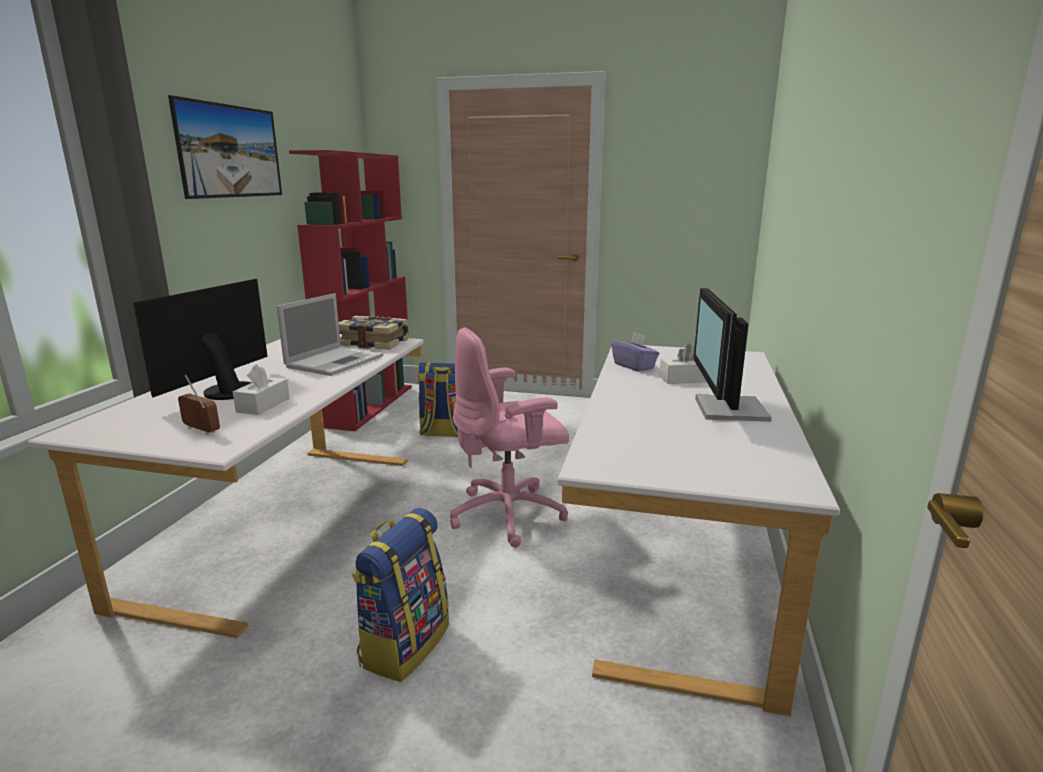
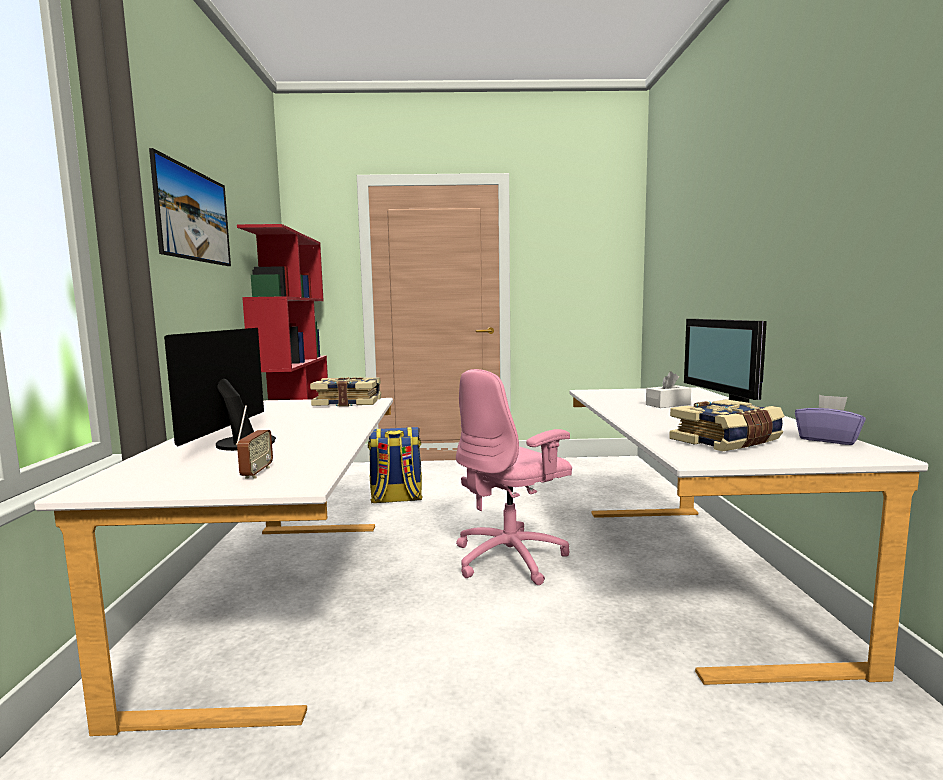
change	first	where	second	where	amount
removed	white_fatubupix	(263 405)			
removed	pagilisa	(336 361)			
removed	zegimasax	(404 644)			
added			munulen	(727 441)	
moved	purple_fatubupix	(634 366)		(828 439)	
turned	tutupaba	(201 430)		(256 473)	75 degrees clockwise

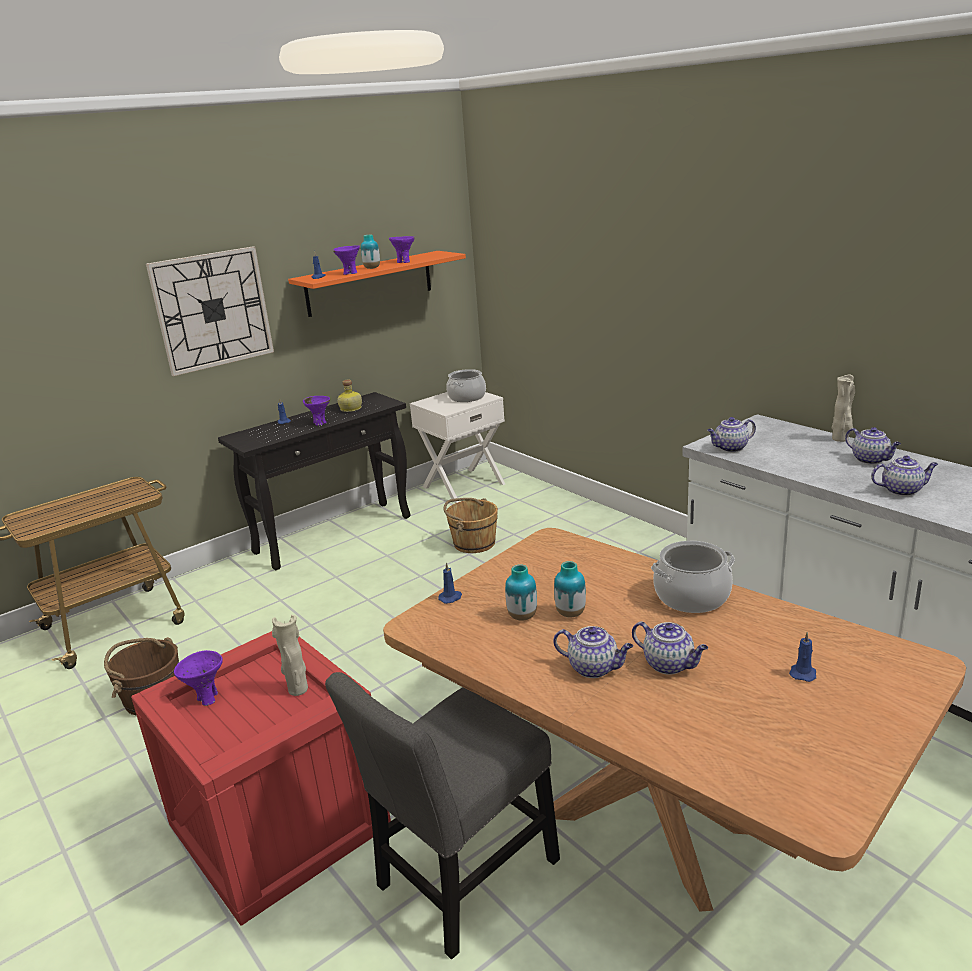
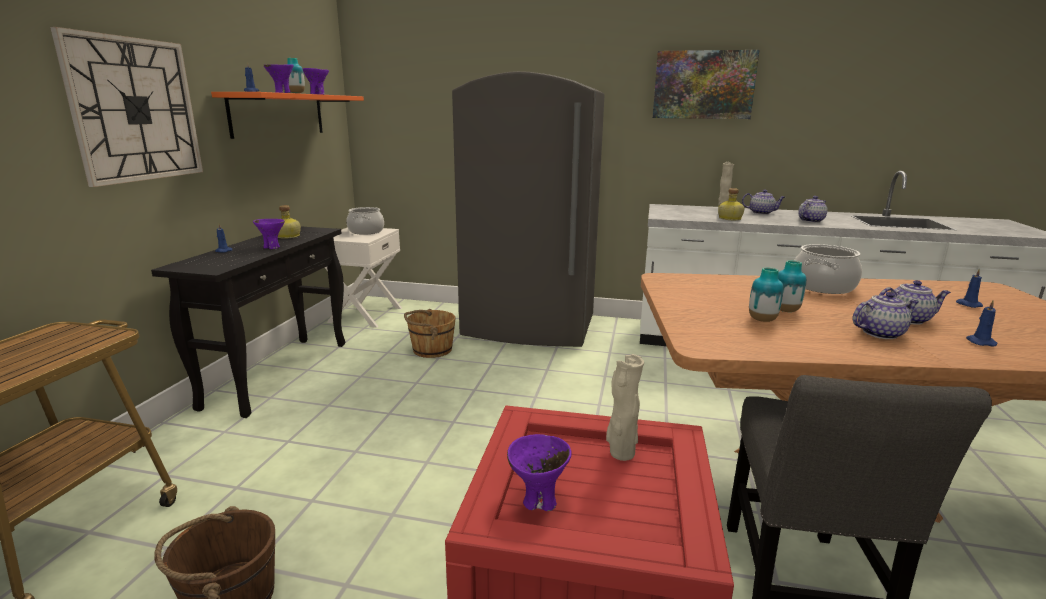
change	first	where	second	where	amount
removed	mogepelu	(730 448)			
added			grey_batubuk	(529 327)	
added			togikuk	(703 85)	
added			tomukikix	(730 219)	
moved	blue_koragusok	(451 598)		(979 342)	

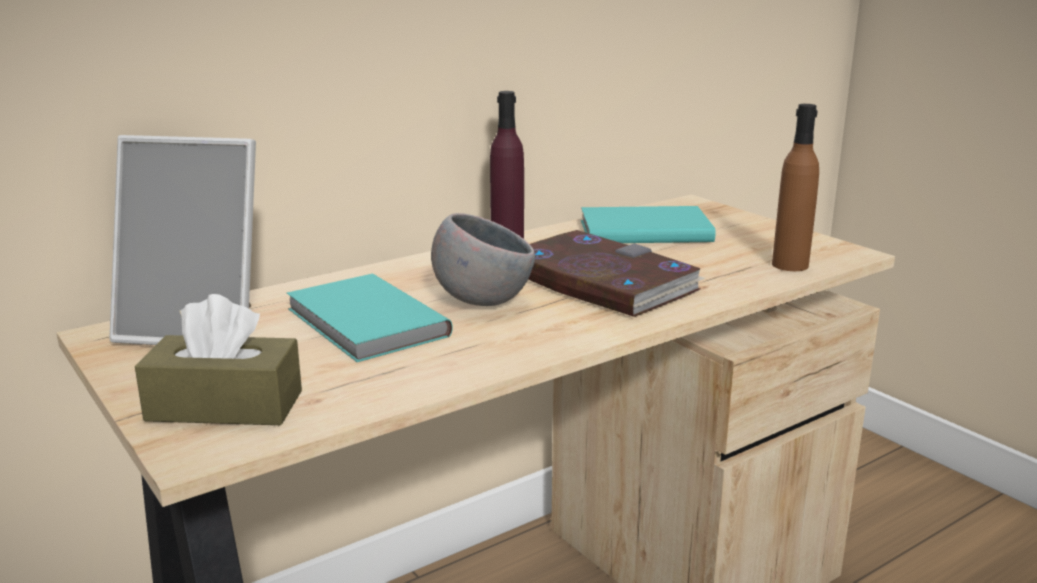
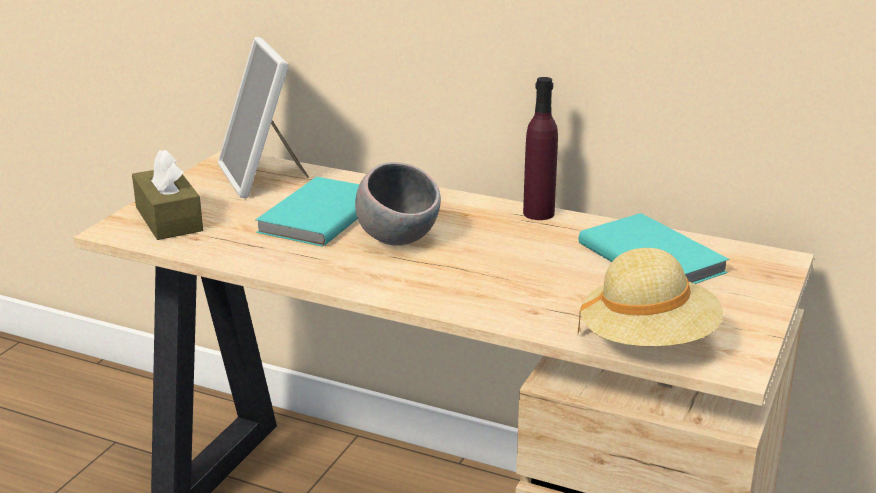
change	first	where	second	where	amount
removed	munulen	(599 281)			
replaced	brown_tomukikix	(790 265)	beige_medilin	(648 341)	

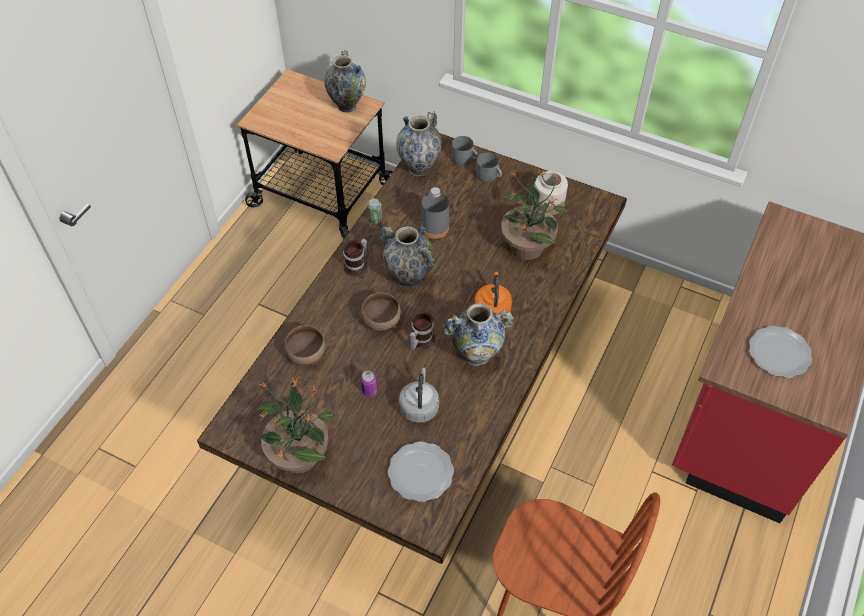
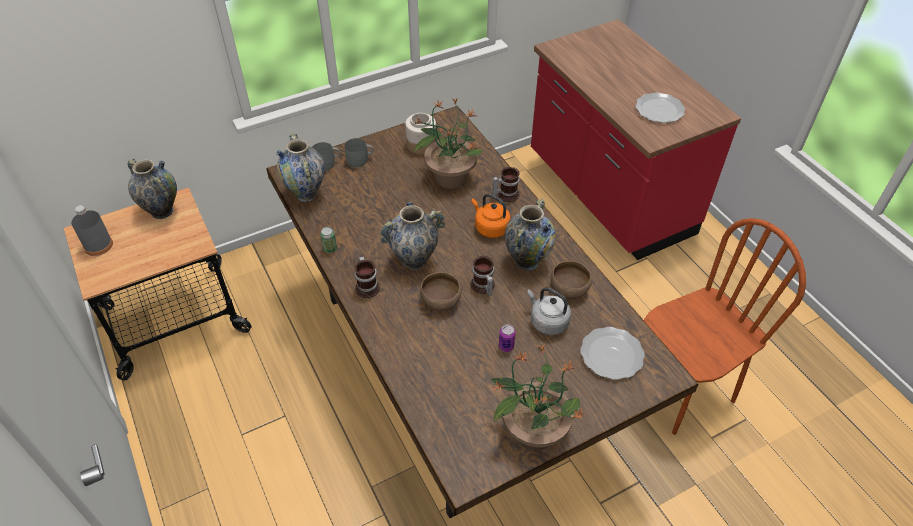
change	first	where	second	where	amount
added			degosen	(505 194)	
moved	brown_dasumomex	(307 354)		(569 289)	
moved	grey_tomukikix	(435 228)		(98 245)	

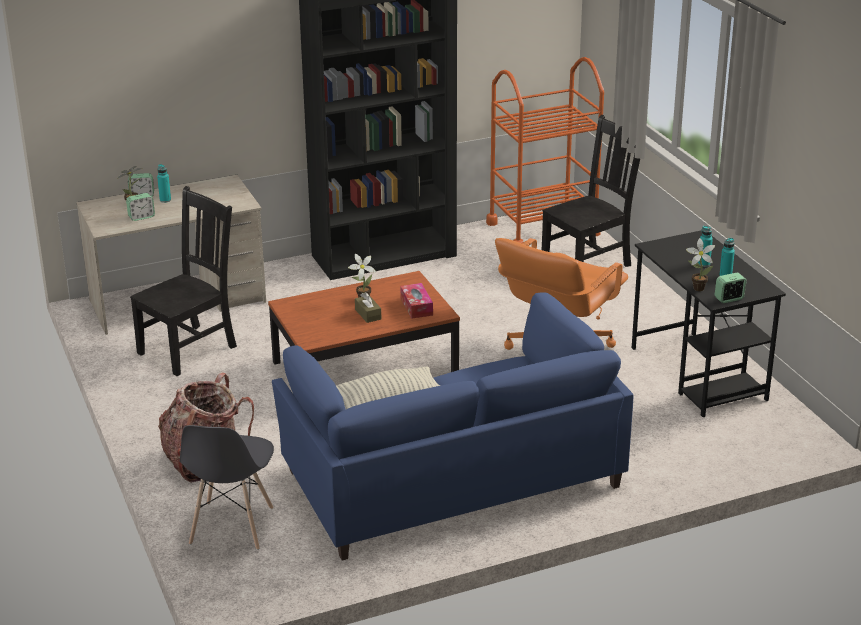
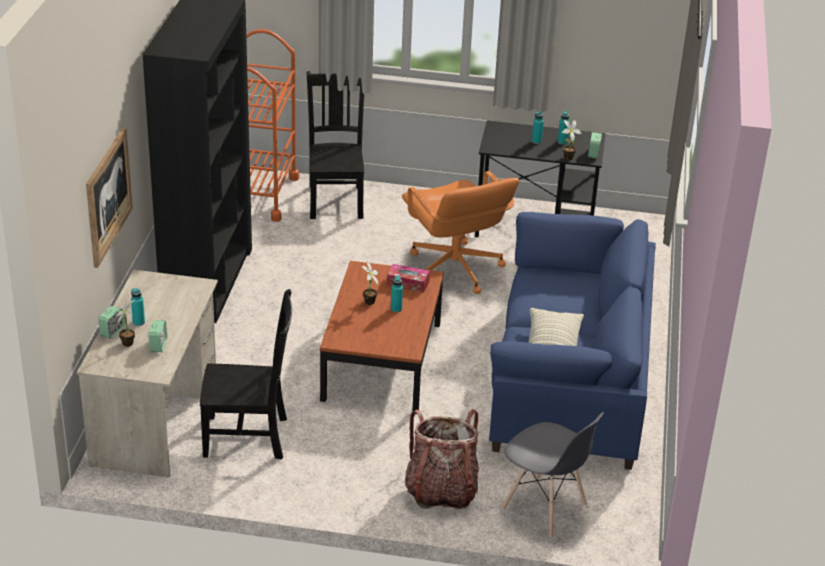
change	first	where	second	where	amount
added			togikuk	(108 196)	
replaced	brown_fatubupix	(368 314)	turquoise_tomukikix	(396 309)	
turned	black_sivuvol	(190 348)		(249 437)	105 degrees clockwise

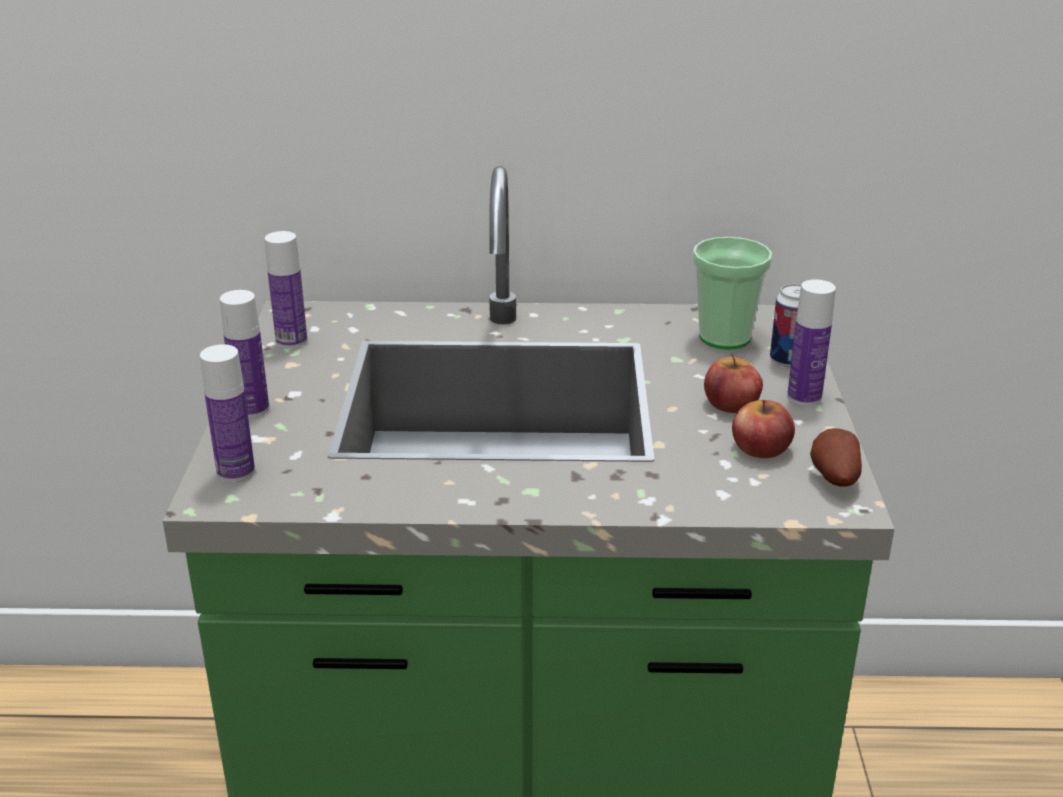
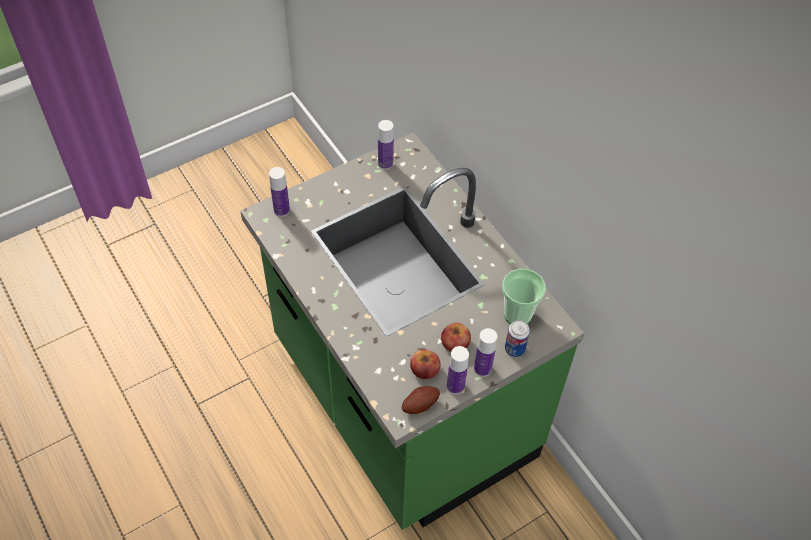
change	first	where	second	where	amount
moved	tomukikix	(251 409)		(455 386)	

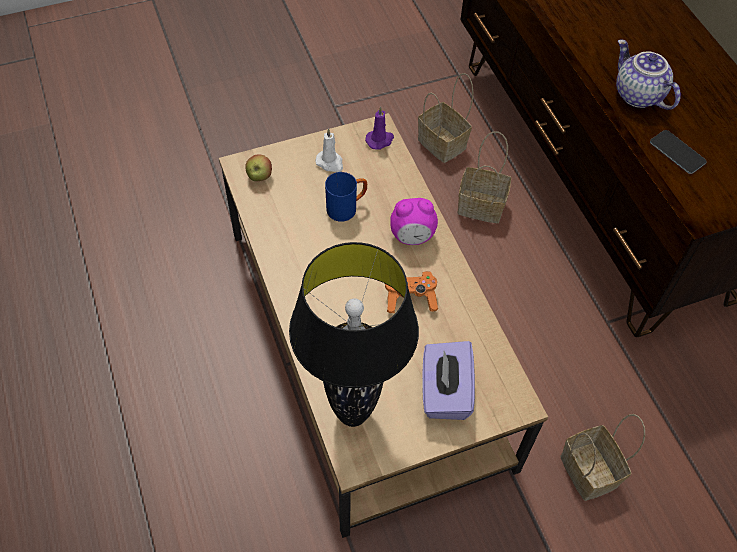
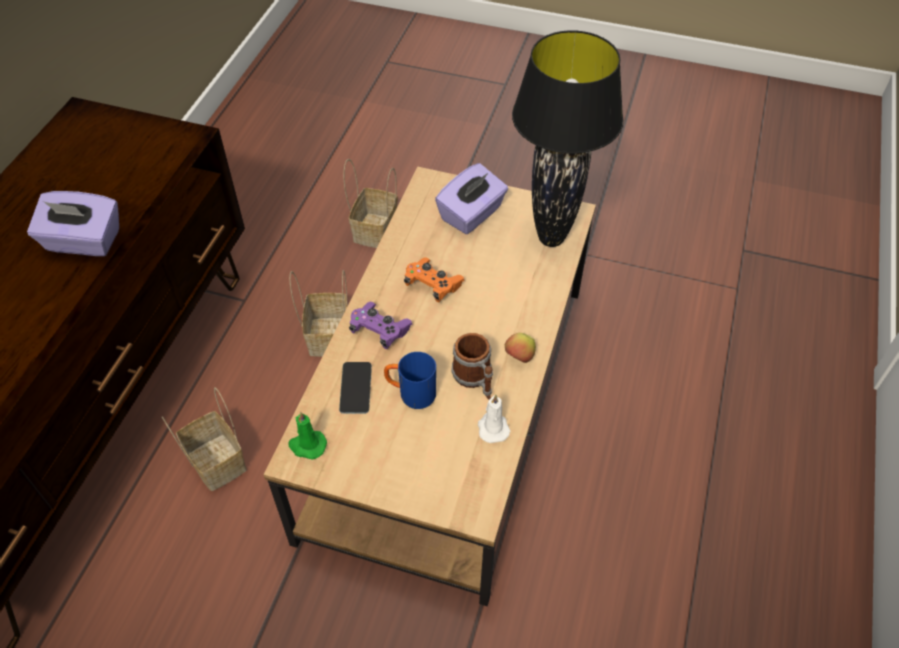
change	first	where	second	where	amount
added			degosen	(475 379)	
moved	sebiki	(259 177)		(519 357)	
moved	white_koragusok	(330 162)		(492 427)	
moved	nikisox	(443 144)		(327 335)	
moved	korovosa	(677 152)		(355 388)	
replaced	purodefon	(412 236)	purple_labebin	(380 331)	
replaced	mogepelu	(637 95)	purple_fatubupix	(83 242)	
recoloured	purple_koragusok	(380 140)	green_koragusok	(307 445)	

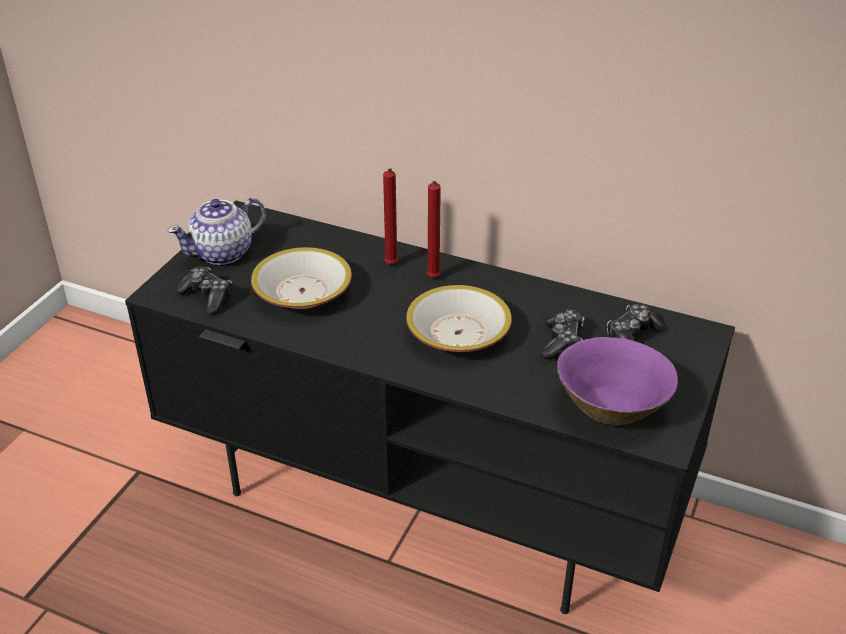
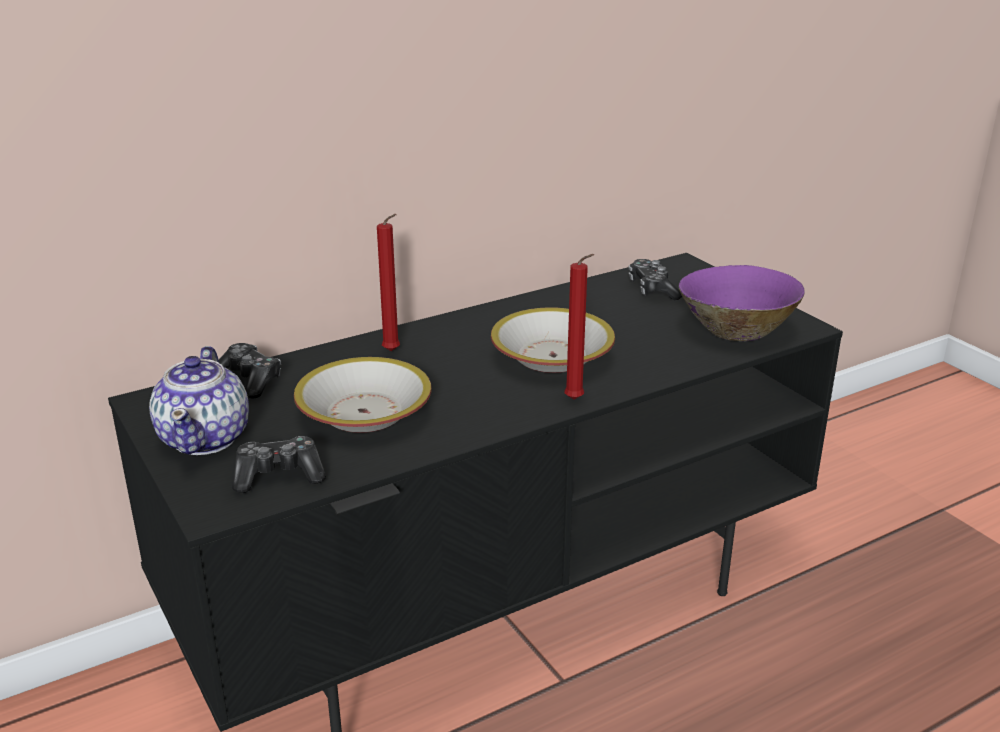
change	first	where	second	where	amount
moved	red_koragusok	(433 279)		(576 400)	
moved	labebin	(562 342)		(249 380)	

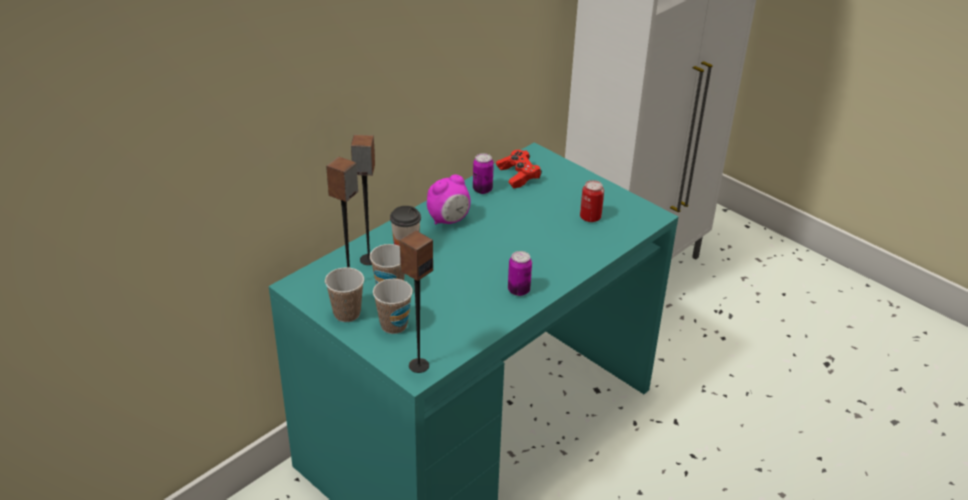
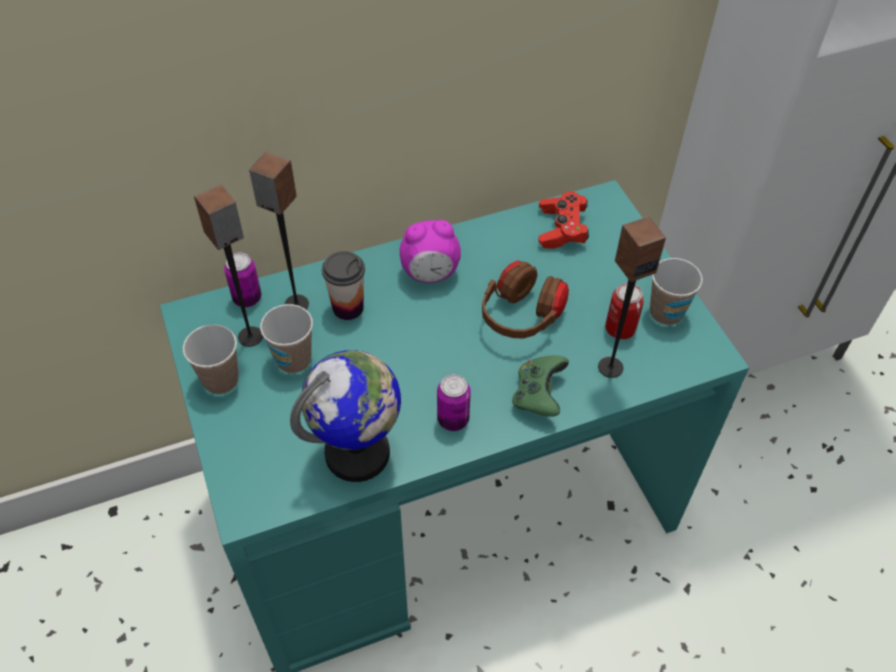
change	first	where	second	where	amount
added			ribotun	(358 454)	
added			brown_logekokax	(522 317)	
added			green_labebin	(538 395)	
moved	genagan	(394 325)		(666 313)	
moved	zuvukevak	(418 365)		(610 367)	
moved	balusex	(482 189)		(247 298)	

